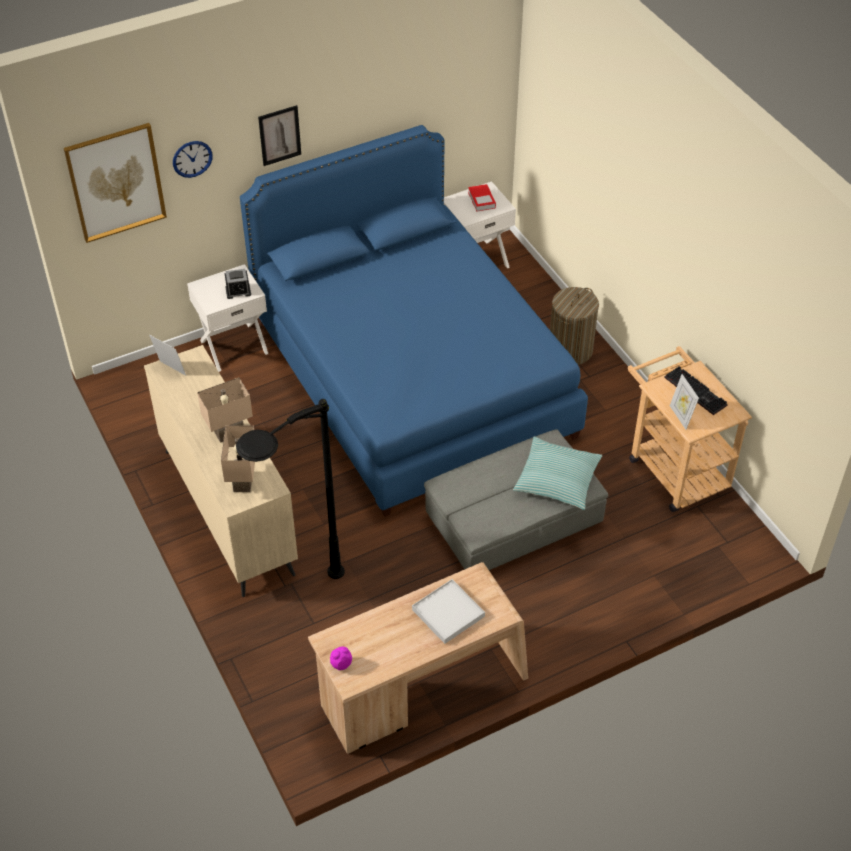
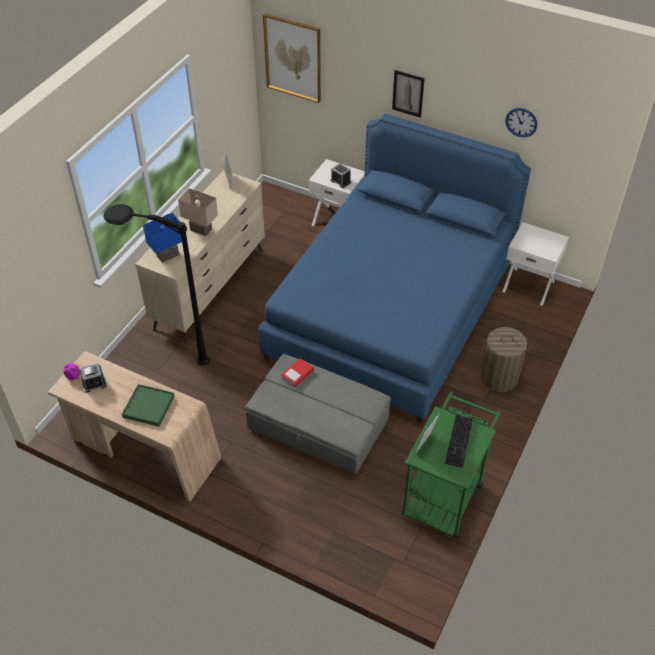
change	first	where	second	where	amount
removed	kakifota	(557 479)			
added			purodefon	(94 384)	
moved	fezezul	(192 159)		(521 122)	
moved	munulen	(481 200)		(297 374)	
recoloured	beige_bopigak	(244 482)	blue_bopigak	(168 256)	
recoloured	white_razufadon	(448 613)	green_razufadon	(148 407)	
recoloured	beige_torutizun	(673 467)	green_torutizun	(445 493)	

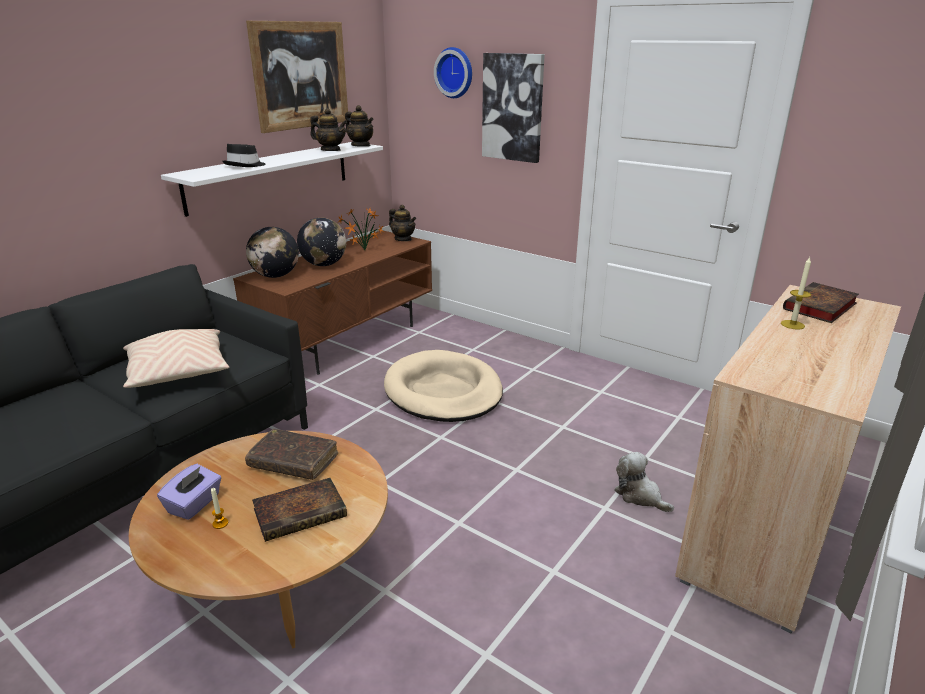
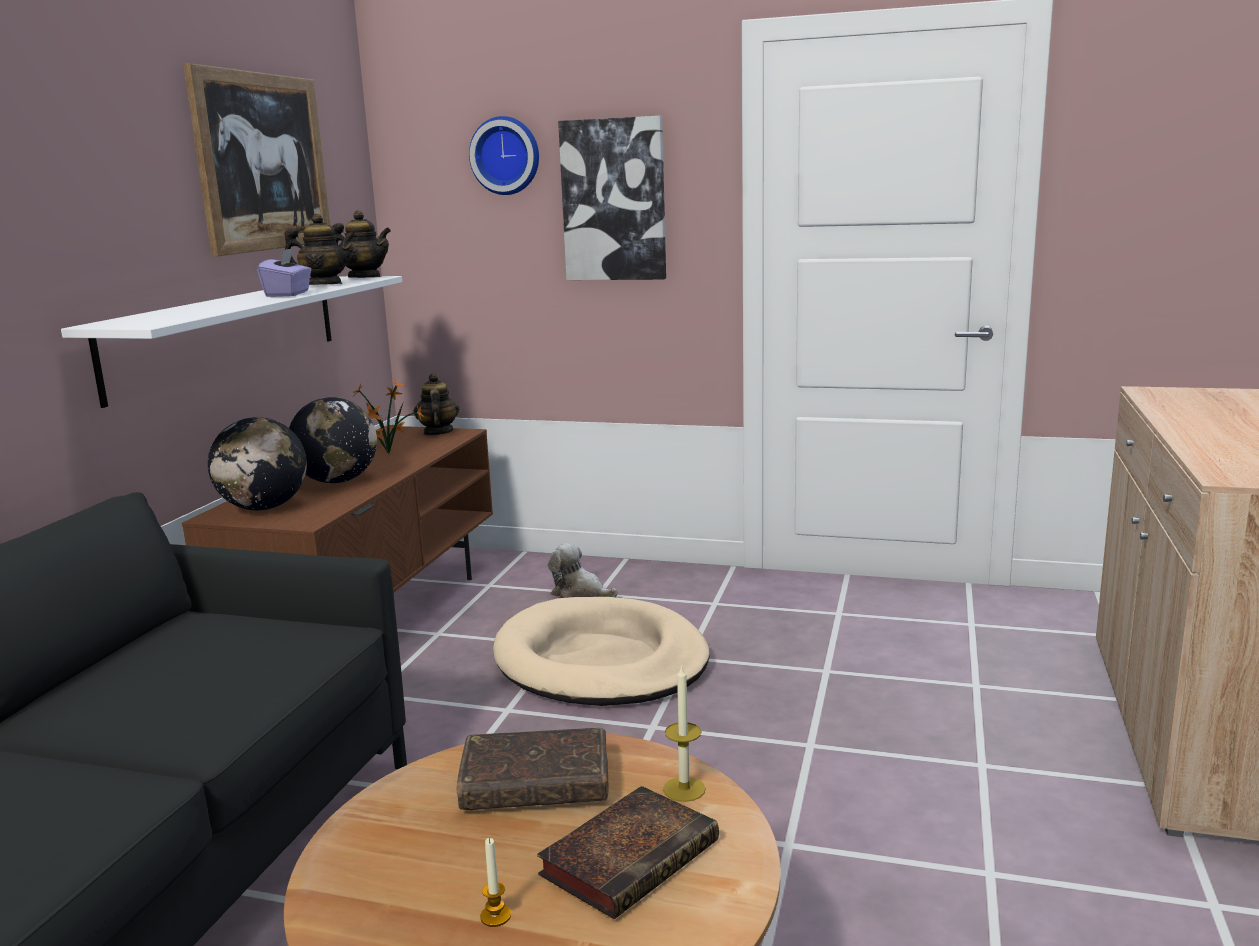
change	first	where	second	where	amount
removed	beige_kakifota	(179 373)			
removed	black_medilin	(245 165)			
removed	munulen	(819 307)			
moved	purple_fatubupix	(194 504)		(288 294)	
moved	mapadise	(639 495)		(580 593)	
moved	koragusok	(792 324)		(684 789)	
turned	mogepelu	(403 239)		(438 432)	120 degrees counterclockwise

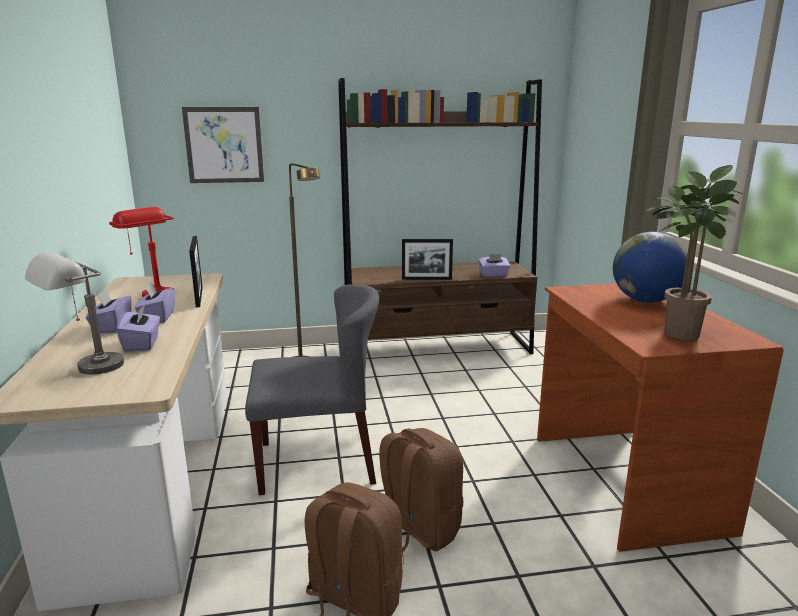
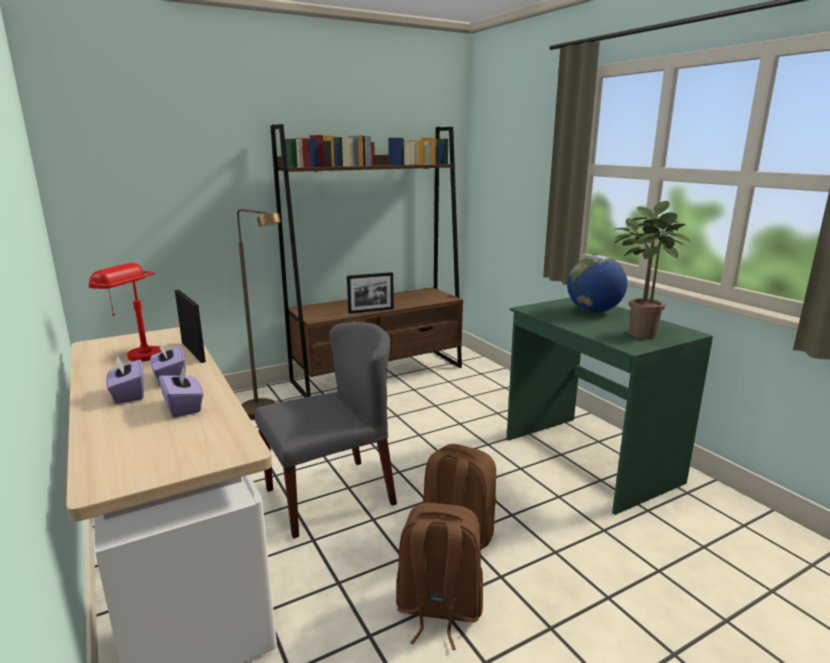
change	first	where	second	where	amount
removed	grey_bopigak	(86 370)			
removed	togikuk	(224 145)			
removed	purple_fatubupix	(493 275)			
recoloured	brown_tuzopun	(624 482)	green_tuzopun	(588 460)	

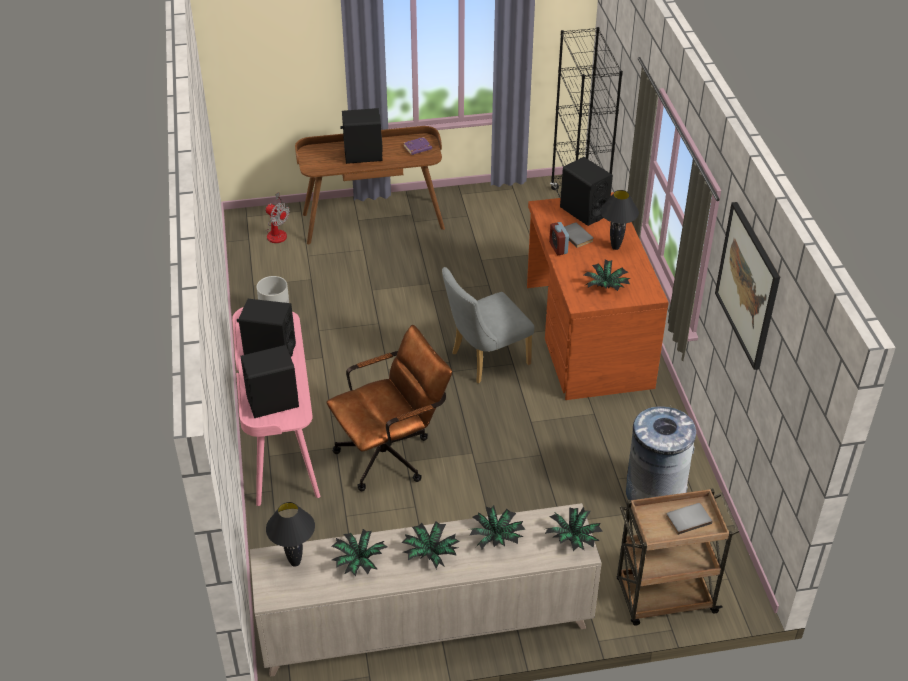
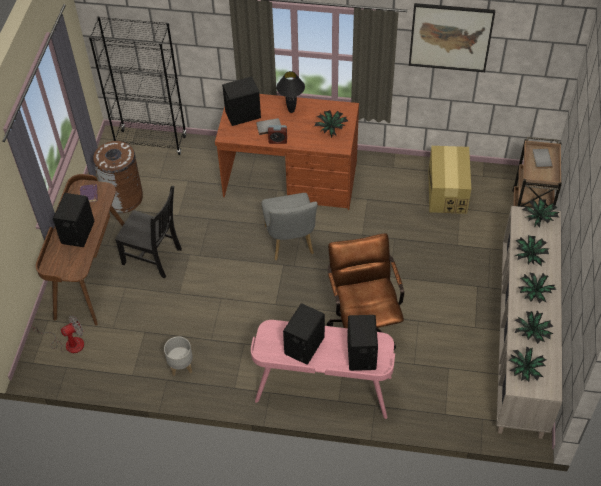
change	first	where	second	where	amount
added			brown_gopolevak	(123 198)	
added			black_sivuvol	(154 257)	
replaced	black_bopigak	(295 563)	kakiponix	(525 369)	
replaced	grey_gopolevak	(654 493)	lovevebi	(447 191)	

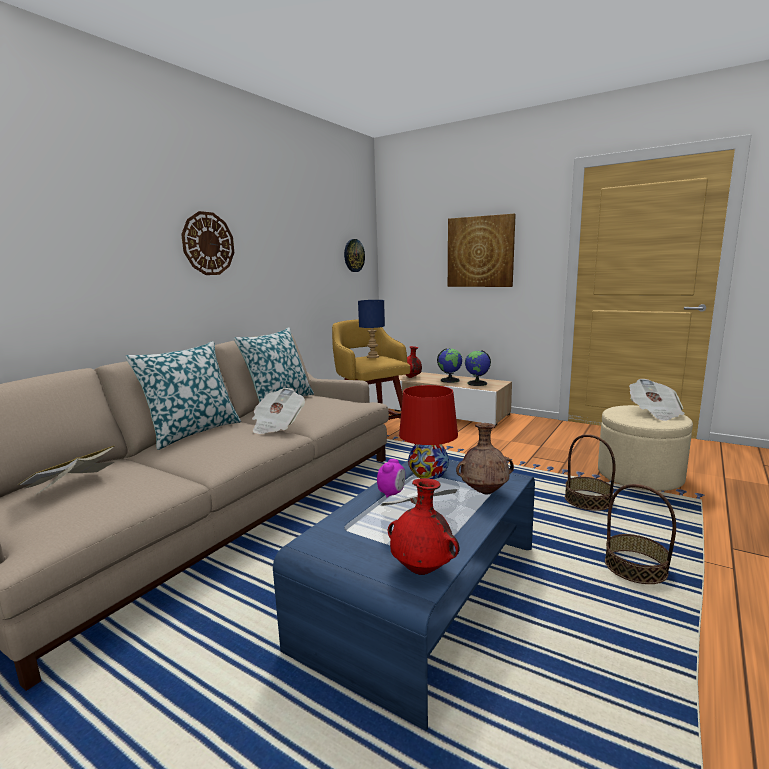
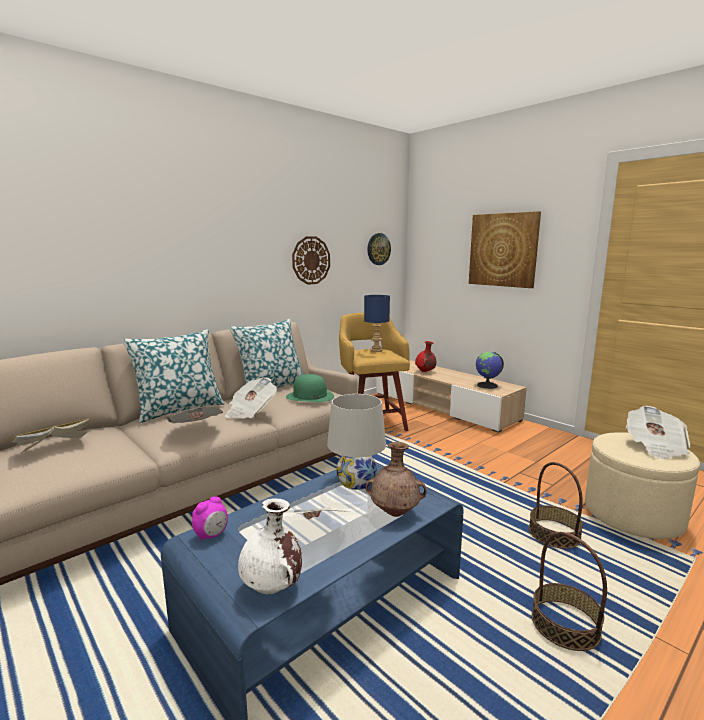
change	first	where	second	where	amount
removed	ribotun	(450 380)			
added			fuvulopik	(196 430)	
added			green_medilin	(309 396)	
moved	fezezul	(208 244)		(311 260)	
moved	purodefon	(392 493)		(211 535)	
recoloured	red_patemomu	(423 570)	white_patemomu	(272 588)	
recoloured	red_bopigak	(428 473)	white_bopigak	(356 482)	

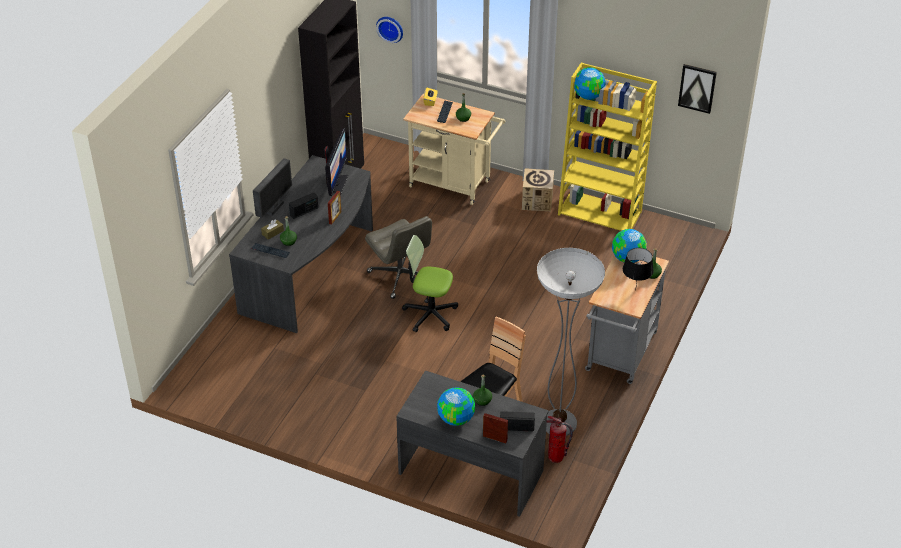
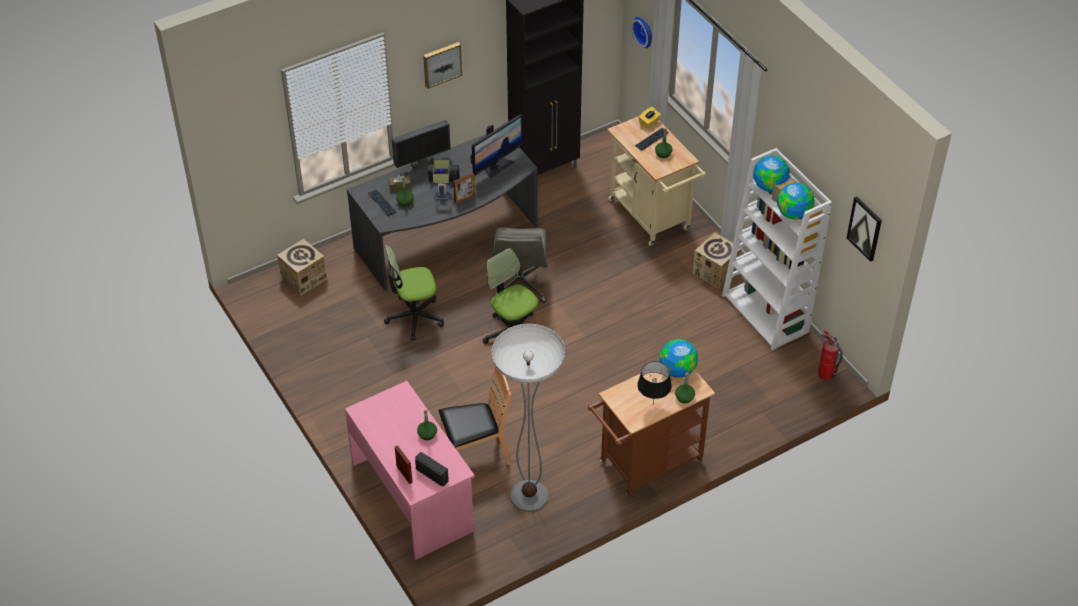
change	first	where	second	where	amount
added			lovevebi	(303 278)	
added			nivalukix	(414 317)	
added			togikuk	(441 64)	
added			bopigak	(443 193)	
moved	ribotun	(456 418)		(793 214)	
moved	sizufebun	(556 457)		(825 375)	
recoloured	grey_tuzopun	(471 471)	pink_tuzopun	(413 496)	
recoloured	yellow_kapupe	(600 212)	white_kapupe	(766 314)	
recoloured	grey_torutizun	(620 356)	brown_torutizun	(645 464)	

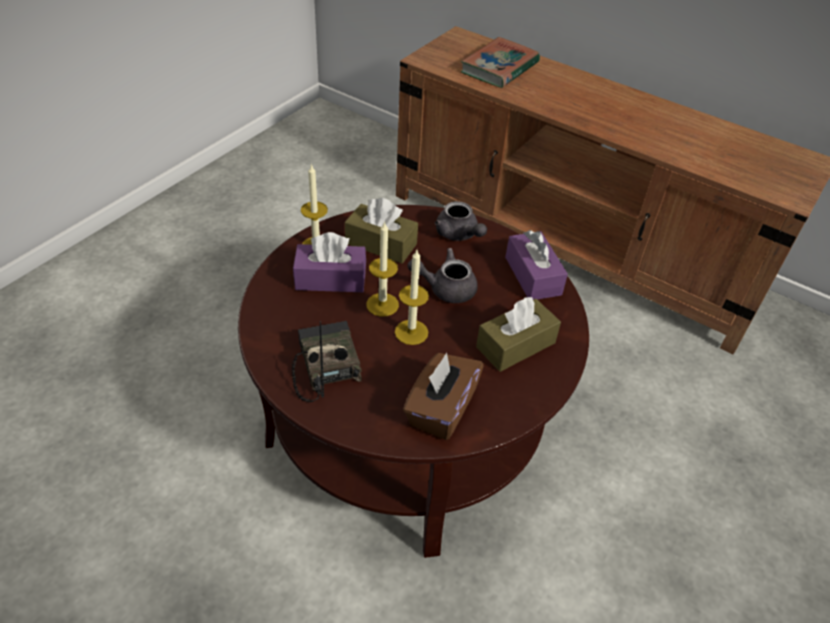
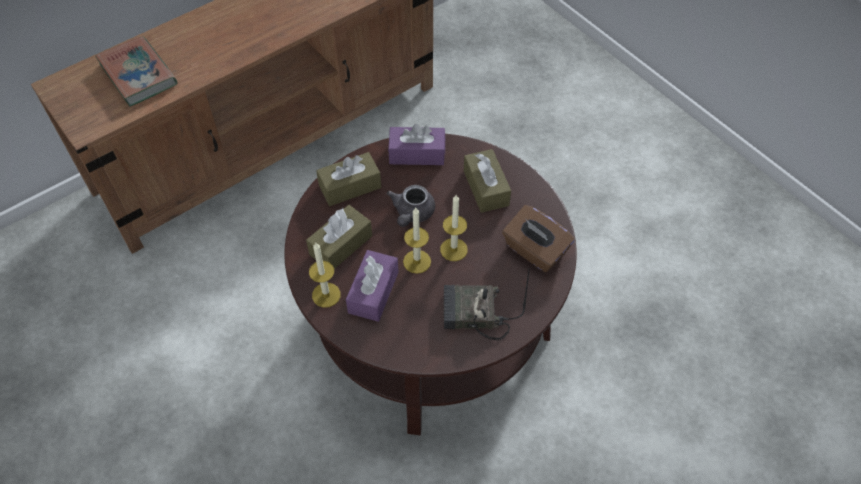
change	first	where	second	where	amount
replaced	grey_mogepelu	(459 235)	brown_fatubupix	(350 186)	

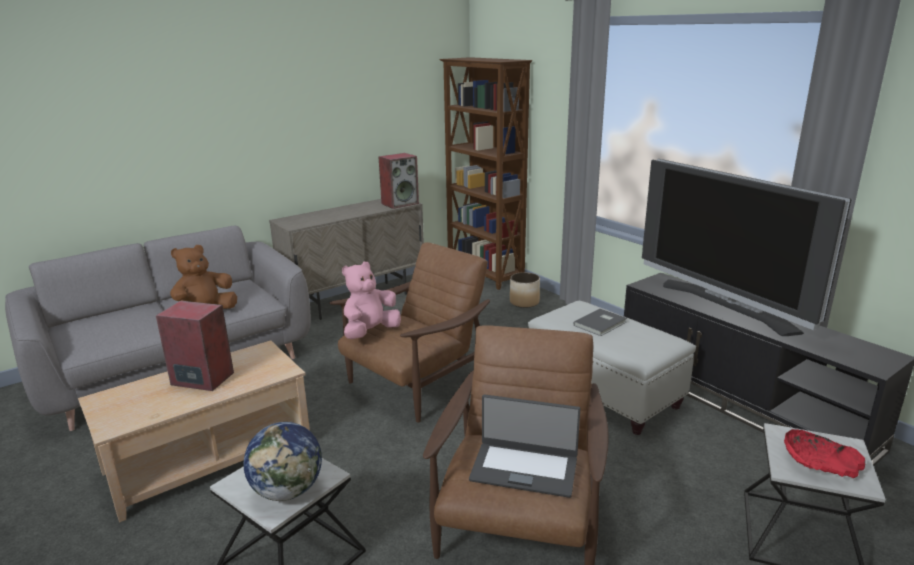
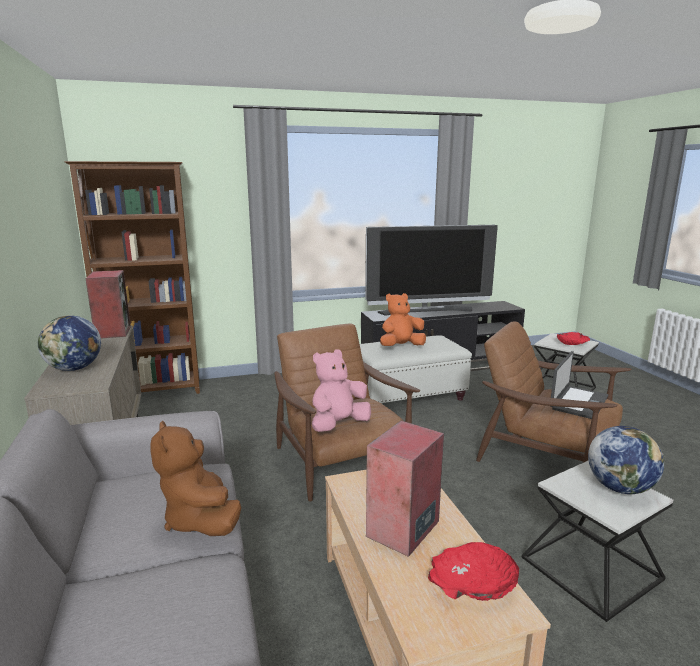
change	first	where	second	where	amount
removed	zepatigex	(524 302)			
added			ribotun	(74 369)	
added			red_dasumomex	(472 584)	
replaced	grey_munulen	(601 324)	orange_mapadise	(401 346)	
turned	pink_mapadise	(370 332)		(338 425)	75 degrees clockwise

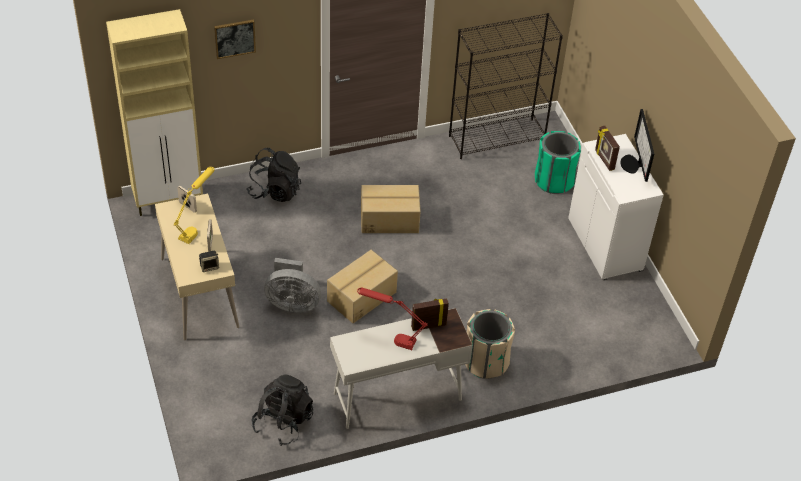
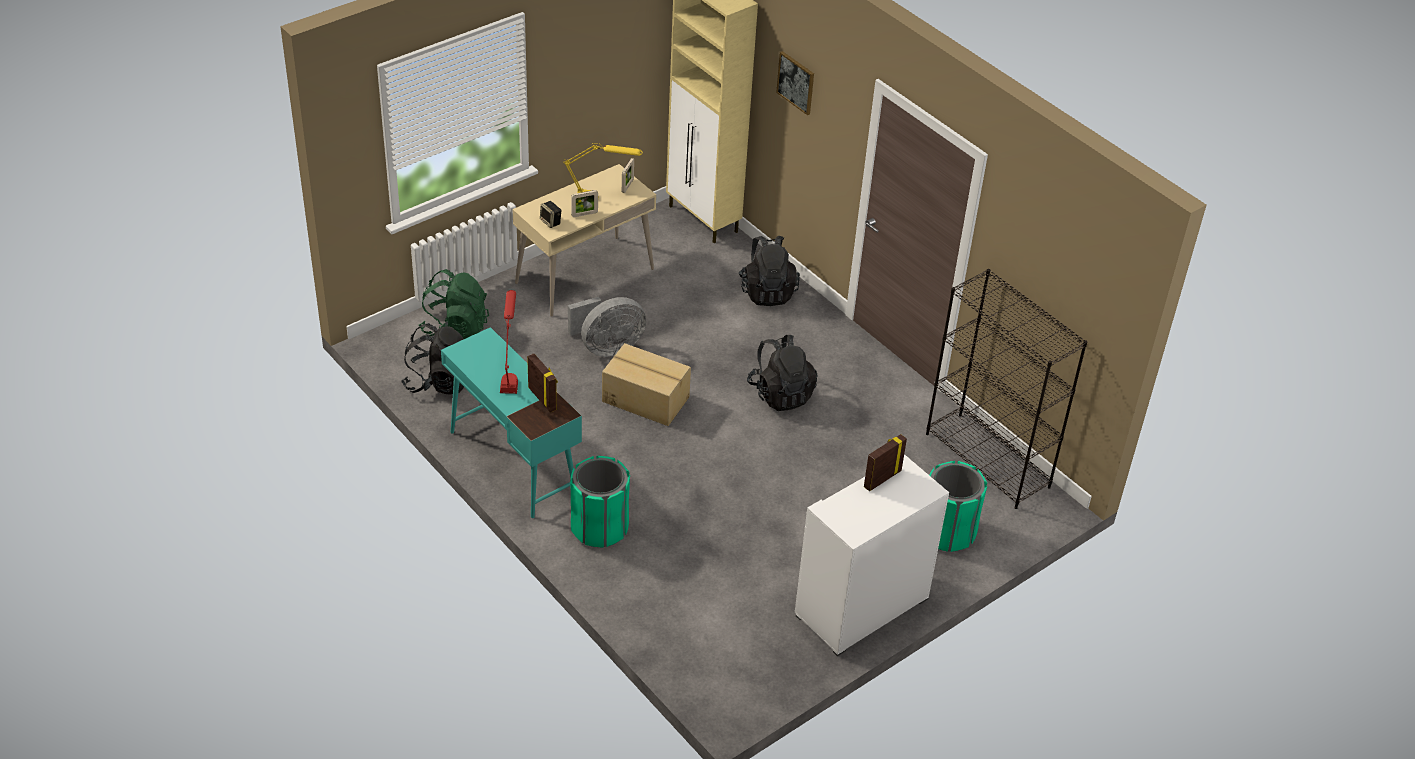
change	first	where	second	where	amount
removed	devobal	(633 164)			
added			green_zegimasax	(455 327)	
replaced	lovevebi	(389 219)	black_zegimasax	(781 394)	
recoloured	white_tuzopun	(397 396)	turquoise_tuzopun	(512 462)	
recoloured	beige_gopolevak	(485 362)	green_gopolevak	(599 527)	
turned	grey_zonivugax	(292 303)		(607 347)	105 degrees counterclockwise

